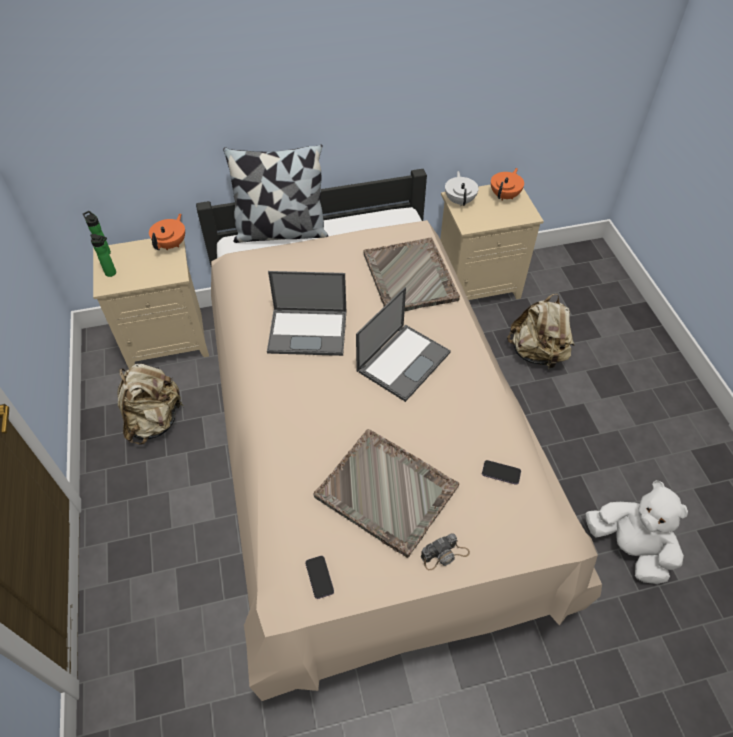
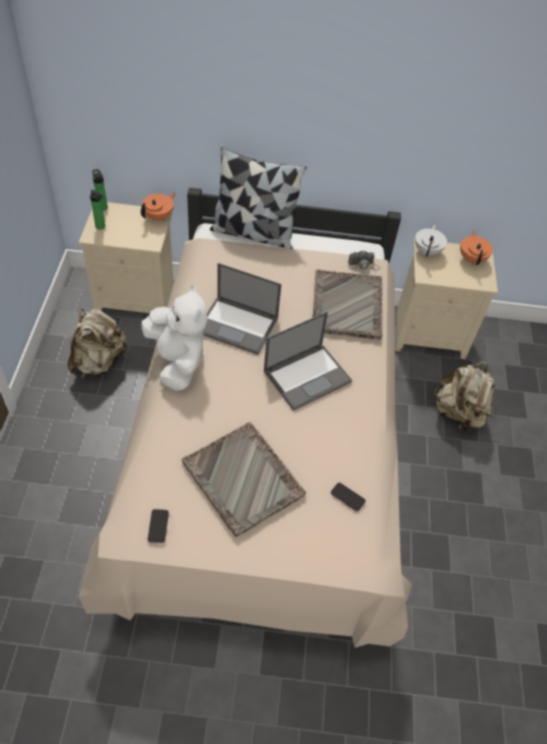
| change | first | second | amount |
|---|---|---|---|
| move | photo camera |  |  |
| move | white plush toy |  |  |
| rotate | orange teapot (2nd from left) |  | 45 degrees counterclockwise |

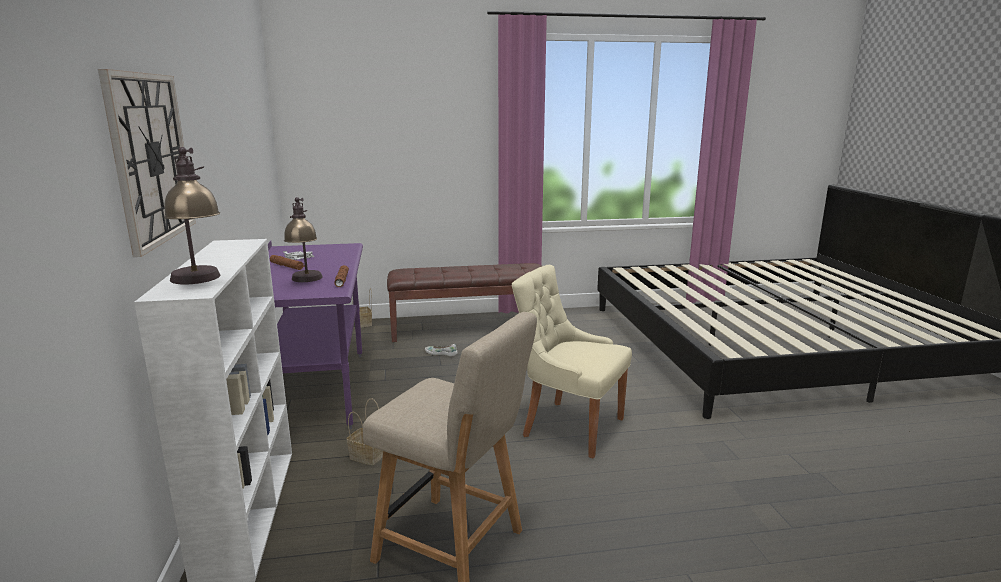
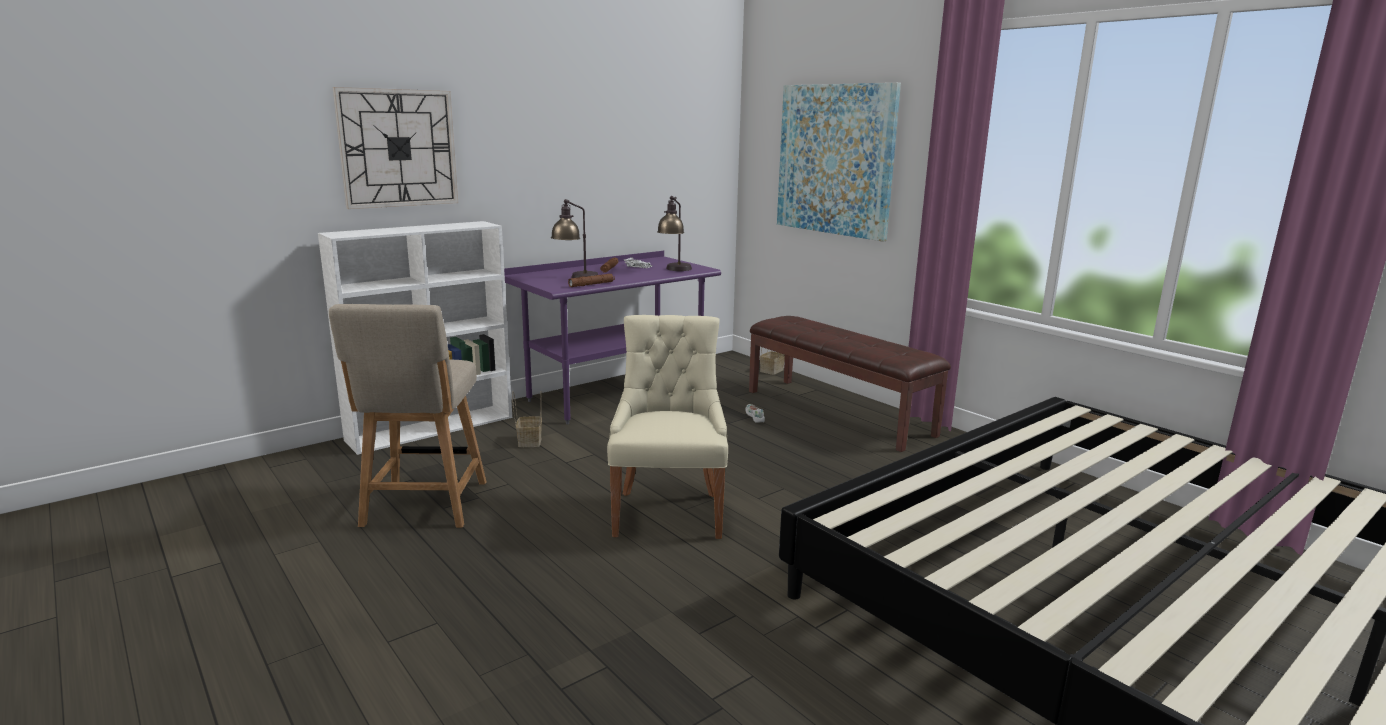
| change | first | second | amount |
|---|---|---|---|
| insert |  | picture |  |
| move | table lamp (1st from left in the first image) | table lamp (2nd from left) |  |

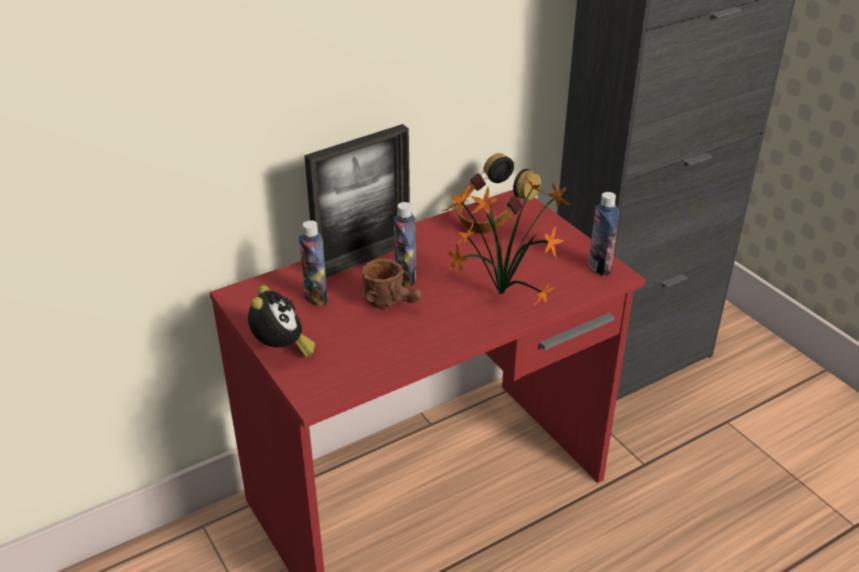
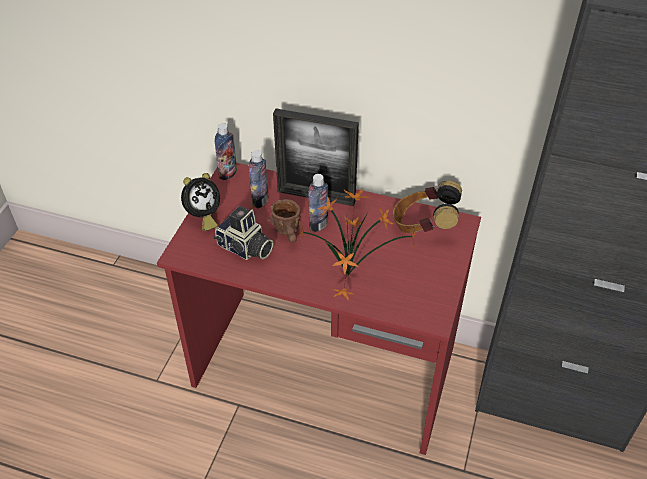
| change | first | second | amount |
|---|---|---|---|
| insert |  | photo camera |  |
| move | bottle (3rd from left in the first image) | bottle (1st from left) |  |

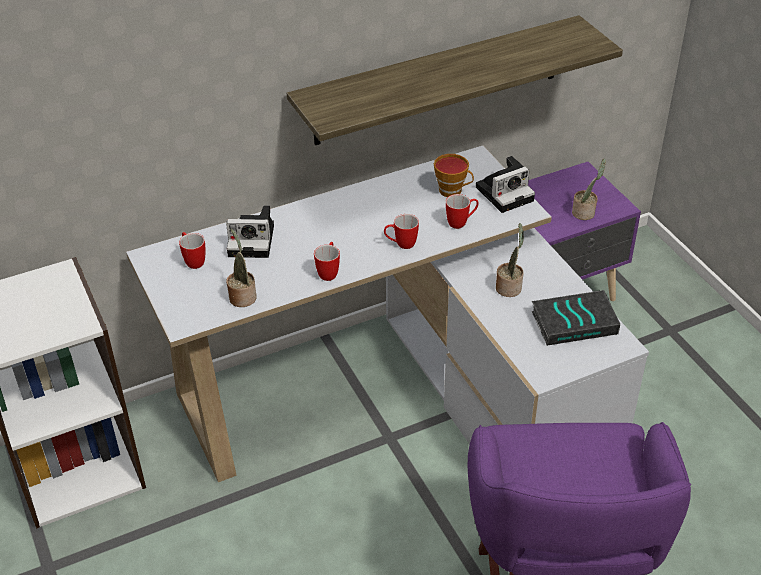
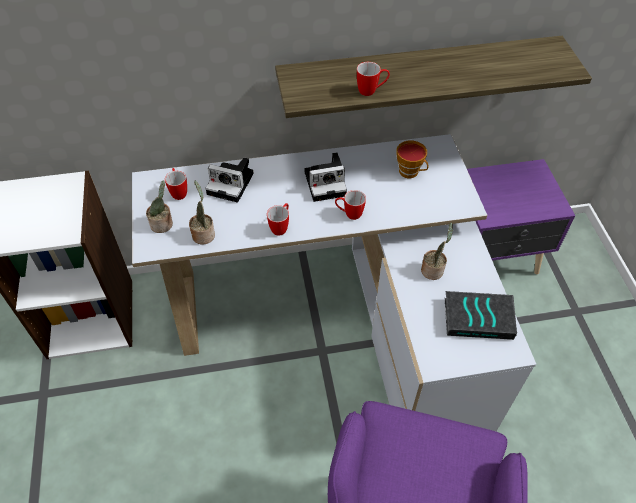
| change | first | second | amount |
|---|---|---|---|
| move | mug (4th from left) |  |  |
| move | photo camera (2nd from left) |  |  |
| move | potted plant (3rd from left in the first image) | potted plant (1st from left) |  |

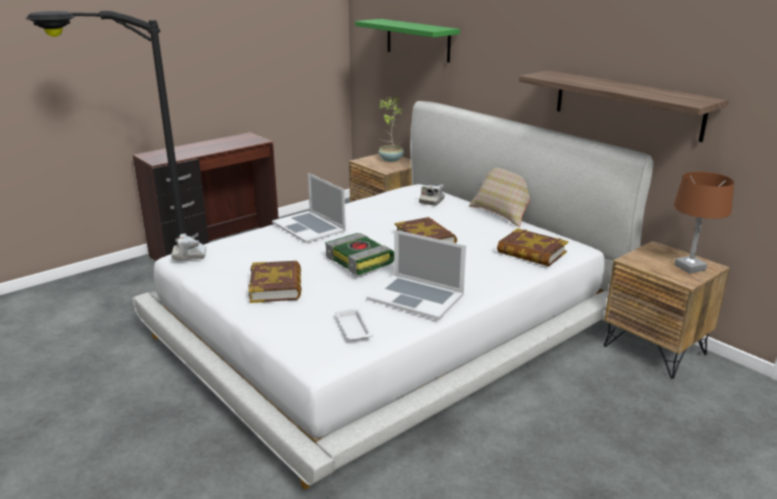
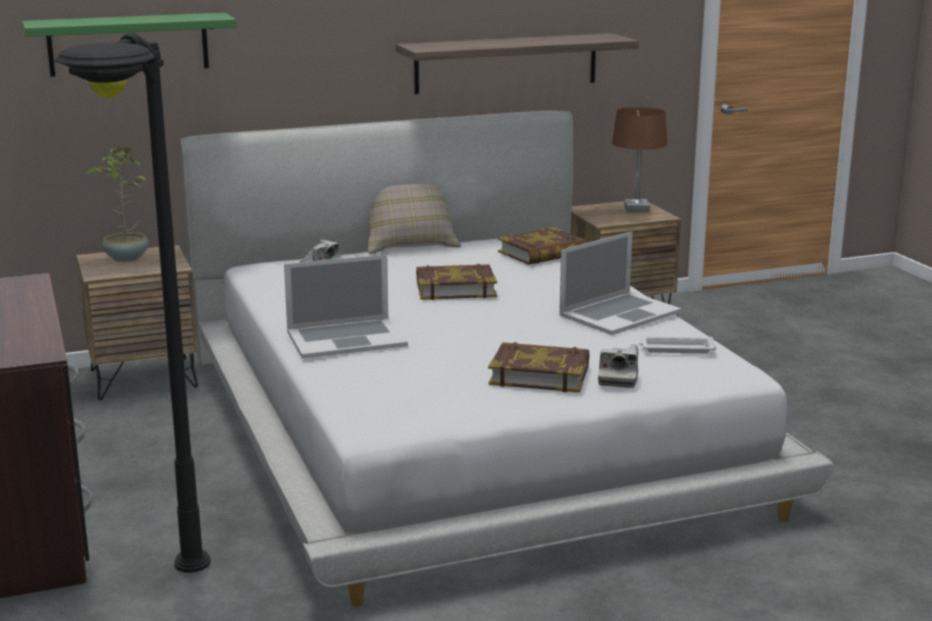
| change | first | second | amount |
|---|---|---|---|
| delete | book (2nd from left) |  |  |
| move | photo camera (1st from left in the first image) | photo camera (2nd from left) |  |

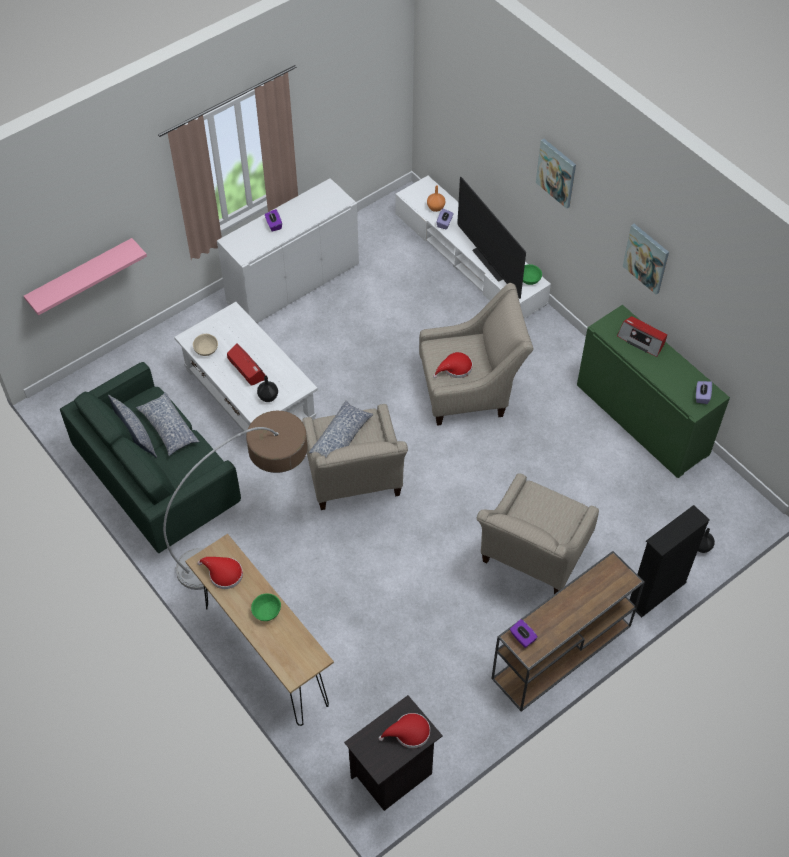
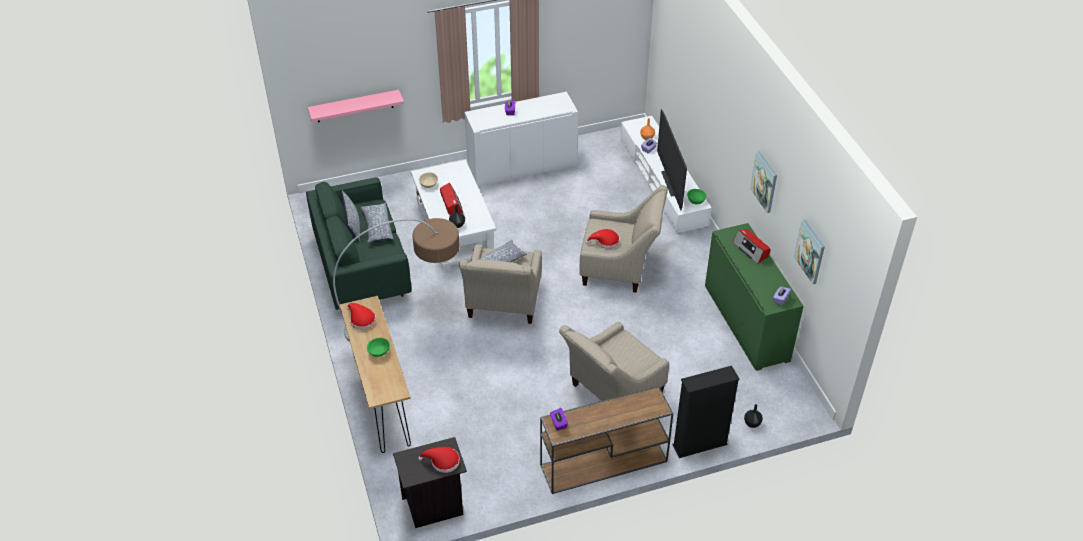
| change | first | second | amount |
|---|---|---|---|
| move | picture (1st from left in the first image) | picture (2nd from left) |  |

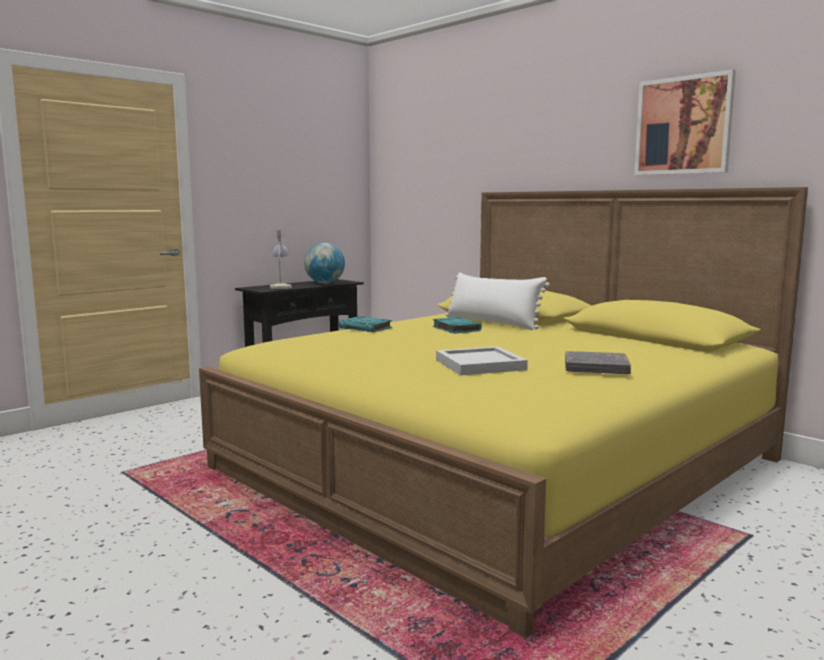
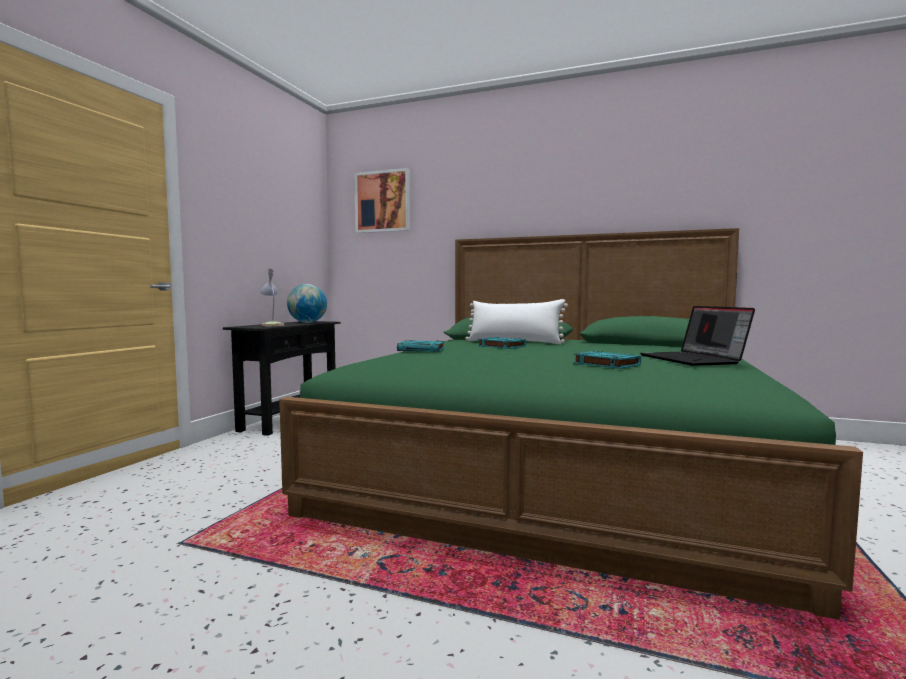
| change | first | second | amount |
|---|---|---|---|
| move | picture |  |  |
| replace | white tray | turquoise book (3rd from left) |  |
| replace | grey book | laptop |  |
| recolor | yellow bed | green bed |  |

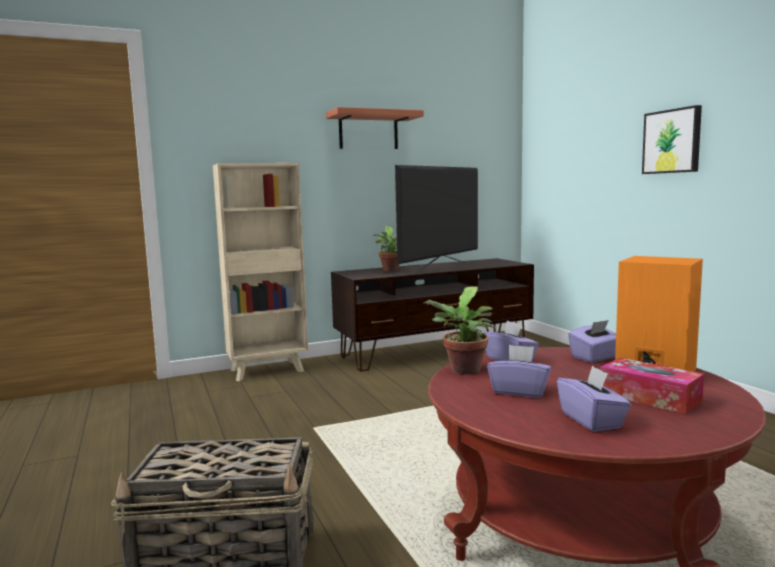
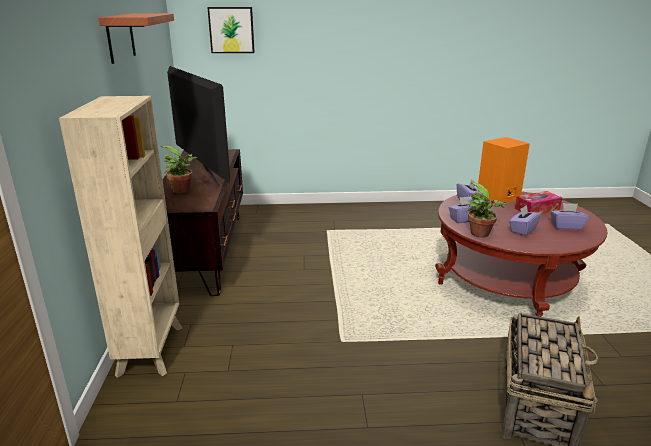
| change | first | second | amount |
|---|---|---|---|
| move | picture |  |  |

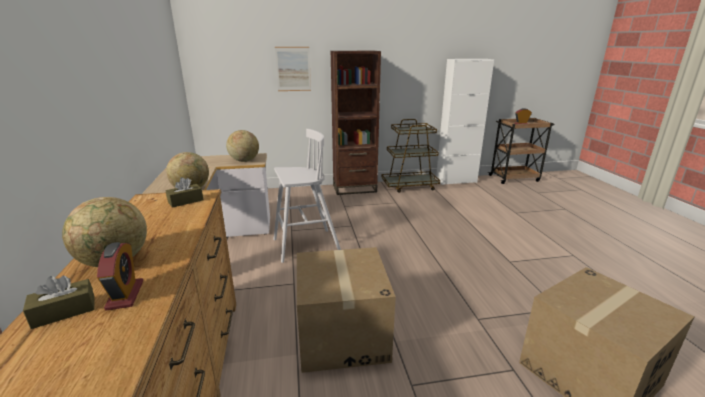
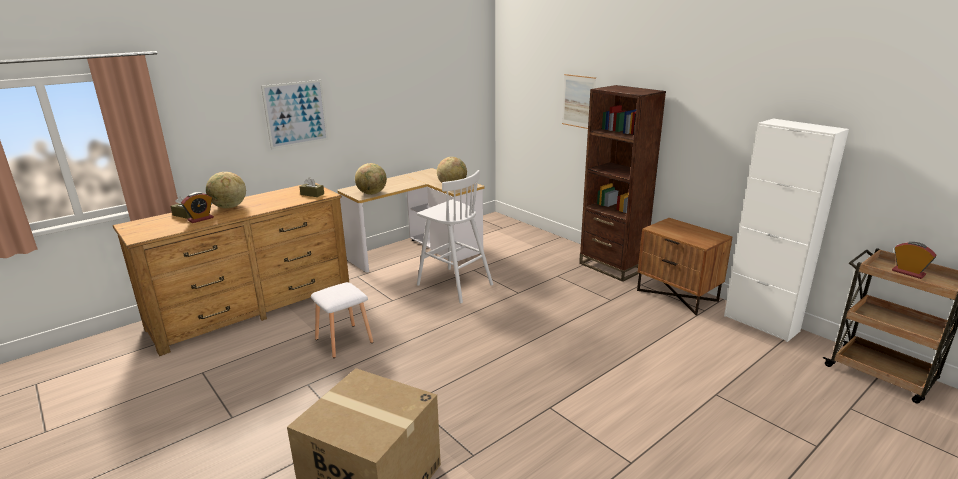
| change | first | second | amount |
|---|---|---|---|
| insert |  | picture (1st from left) |  |
| replace | cardboard box (1st from left) | white stool (1st from left) |  |
| replace | brown cart (1st from left) | brown nightstand |  |

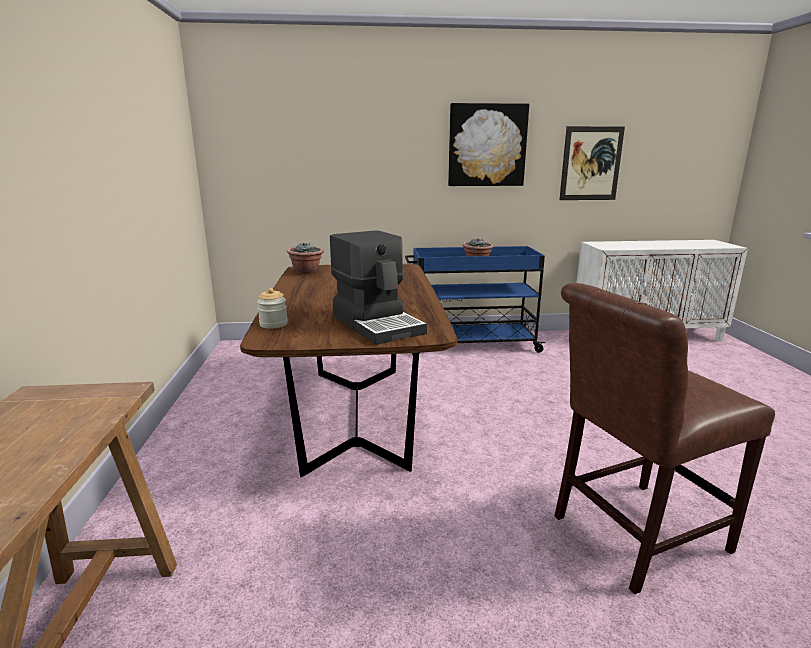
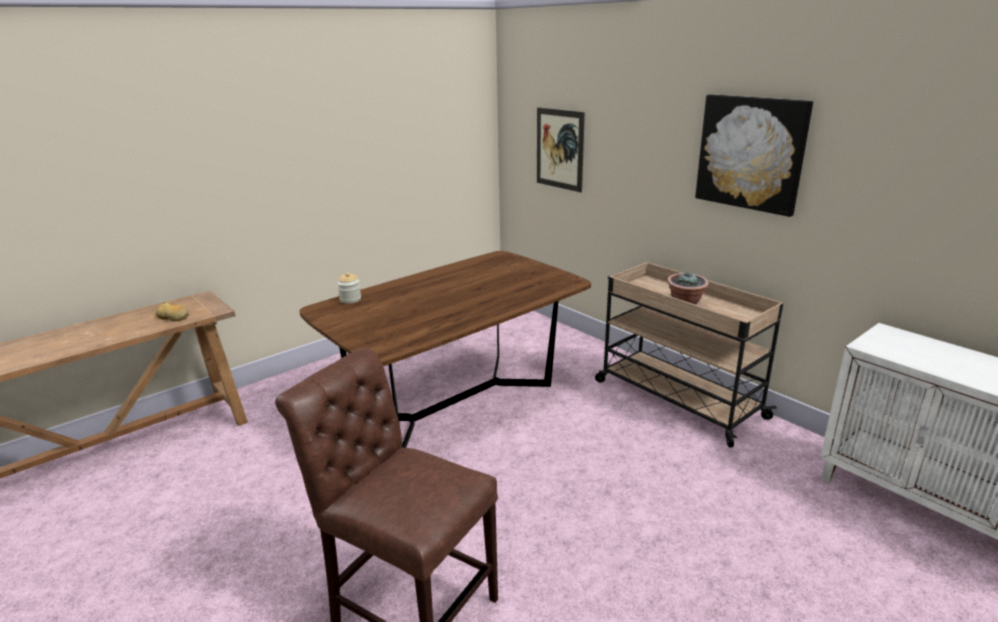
| change | first | second | amount |
|---|---|---|---|
| delete | potted plant (1st from left) |  |  |
| delete | coffee machine |  |  |
| insert |  | bread |  |
| move | picture (2nd from left in the first image) | picture (1st from left) |  |
| recolor | blue cart | beige cart |  |

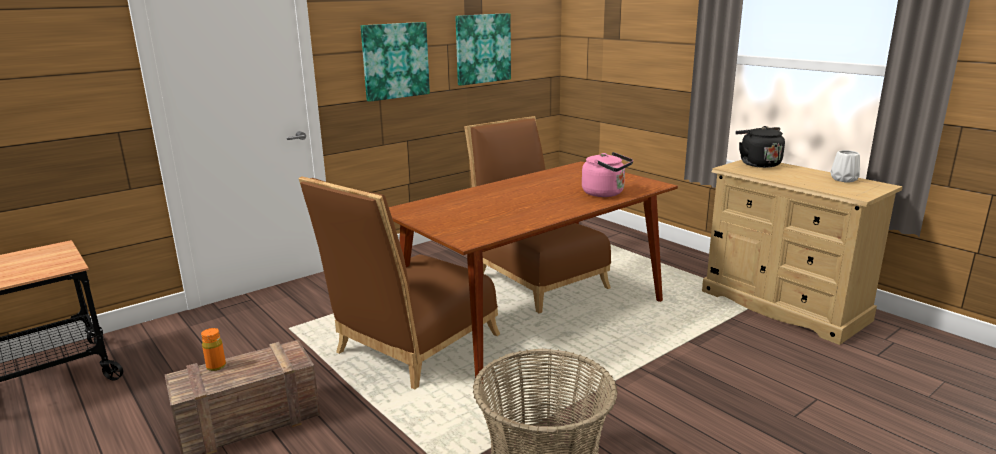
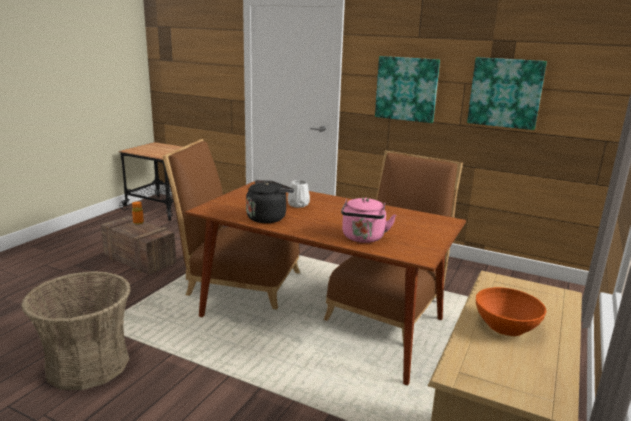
| change | first | second | amount |
|---|---|---|---|
| insert |  | orange bowl |  |
| move | black kettle |  |  |
| move | white vase |  |  |

